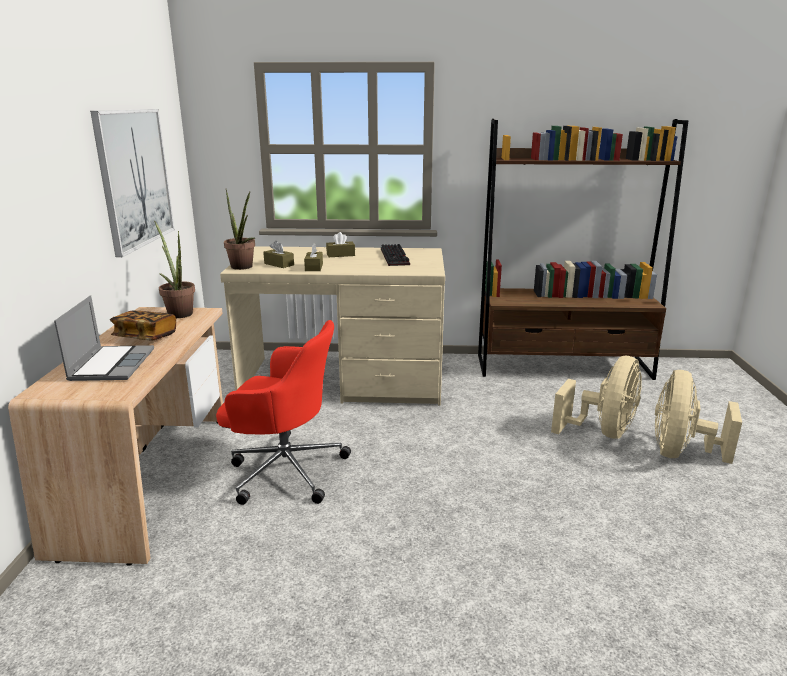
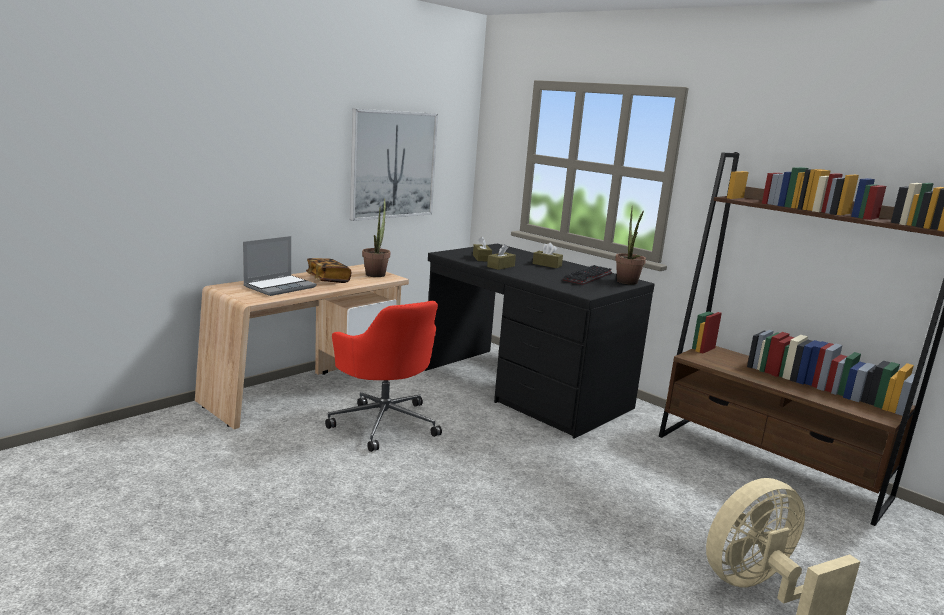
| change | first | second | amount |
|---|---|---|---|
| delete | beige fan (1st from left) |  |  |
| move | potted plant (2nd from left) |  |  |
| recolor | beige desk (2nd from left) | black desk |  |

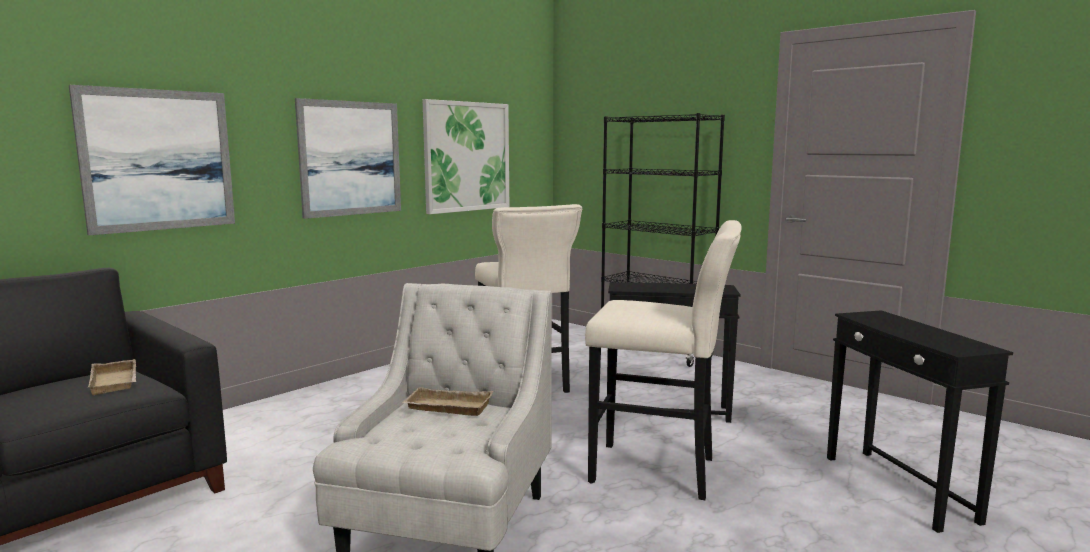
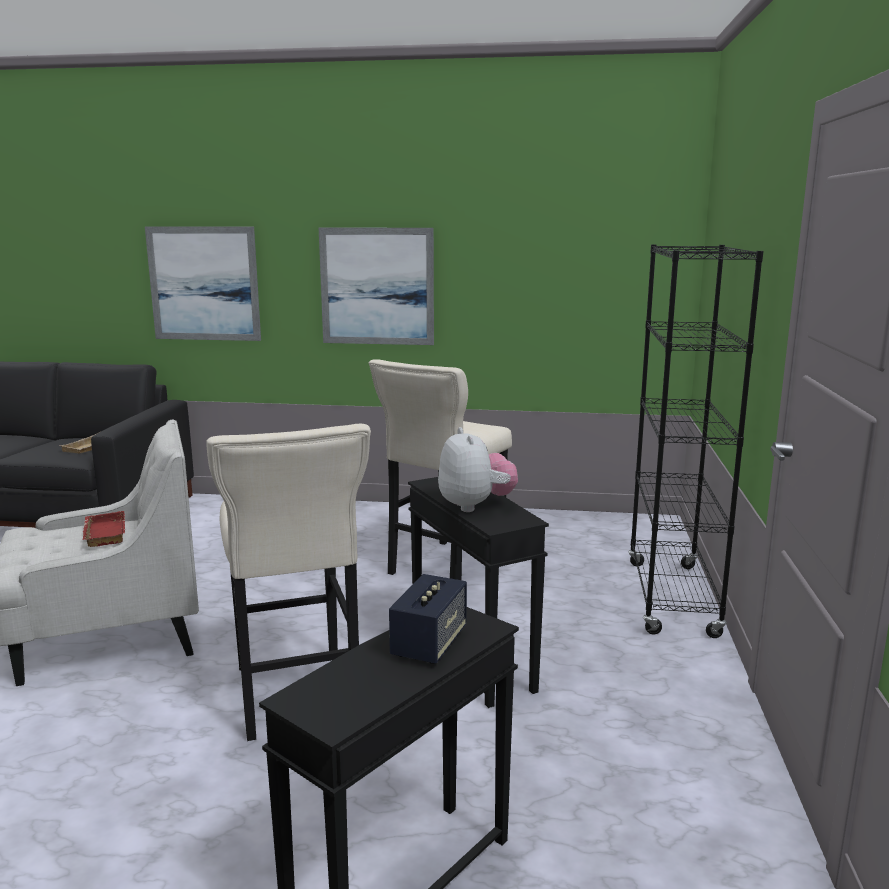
| change | first | second | amount |
|---|---|---|---|
| delete | picture (3rd from left) |  |  |
| insert |  | speaker |  |
| insert |  | plush toy |  |
| recolor | beige tray (2nd from left) | red tray |  |

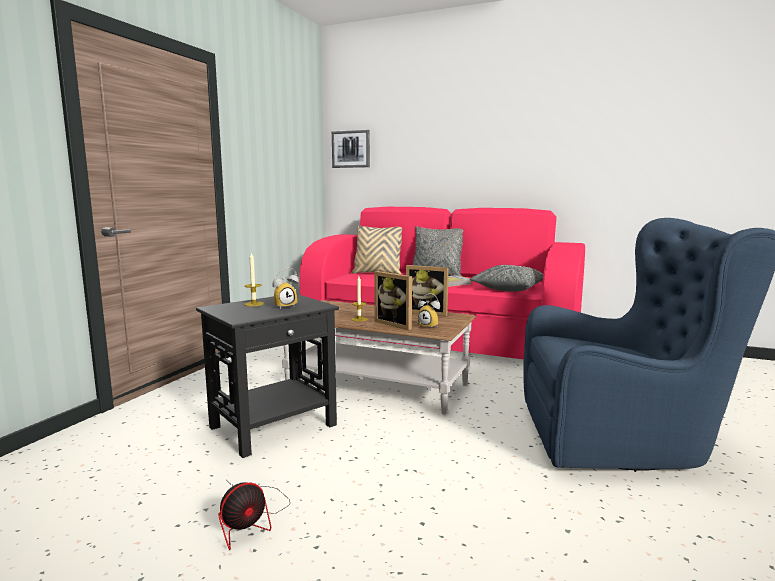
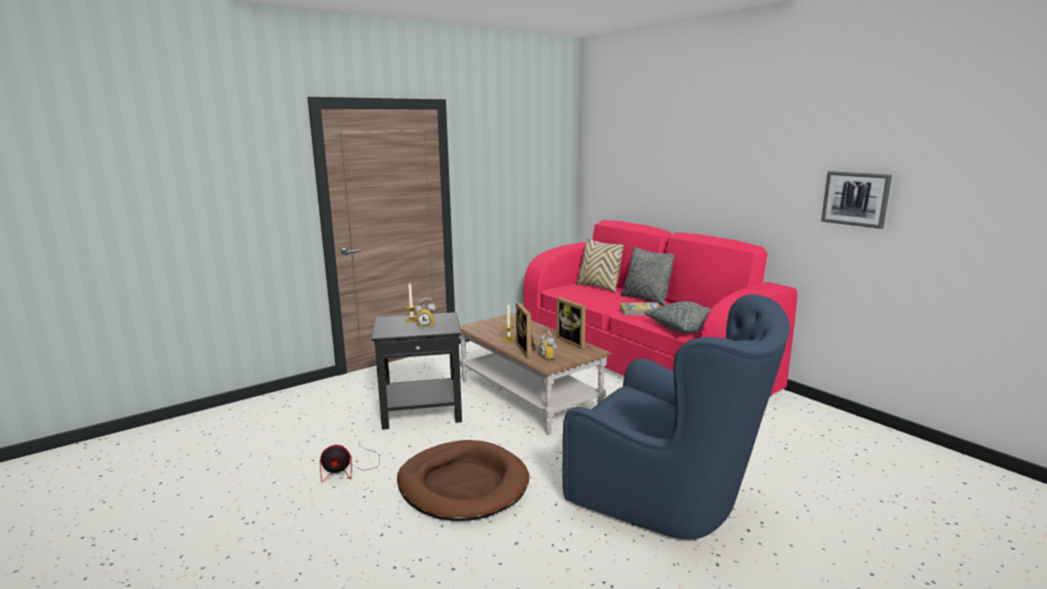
| change | first | second | amount |
|---|---|---|---|
| insert |  | brown dog bed |  |
| move | picture |  |  |

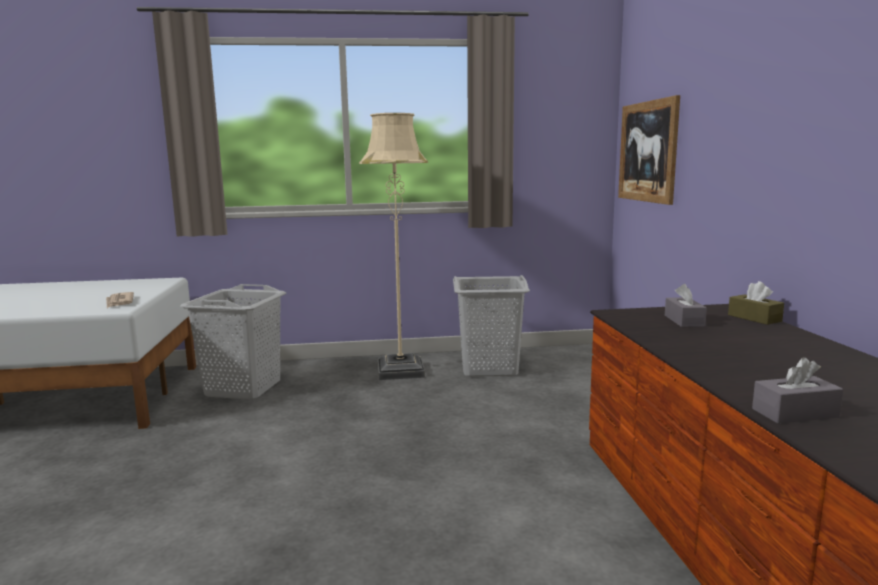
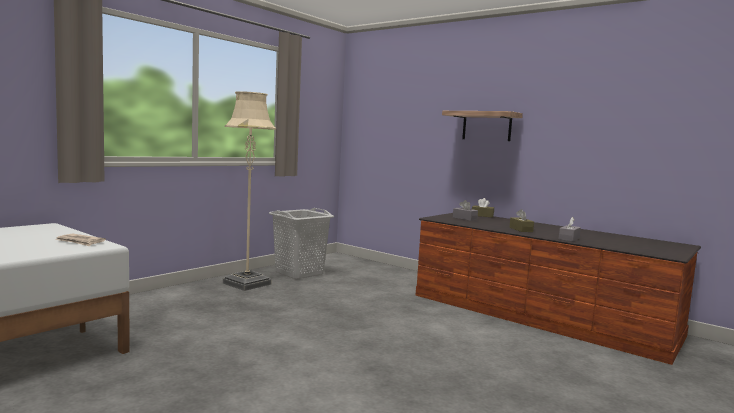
| change | first | second | amount |
|---|---|---|---|
| delete | grey laundry basket (1st from left) |  |  |
| delete | picture |  |  |
| insert |  | shelf |  |
| insert |  | brown tissue box (2nd from left) |  |

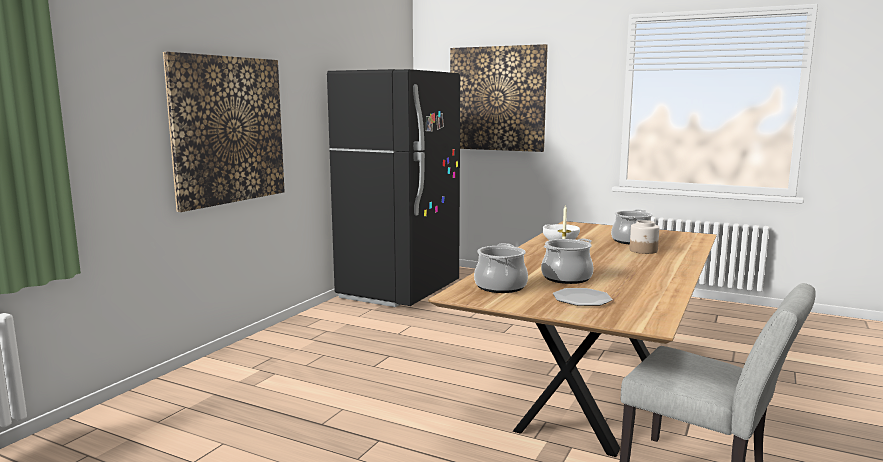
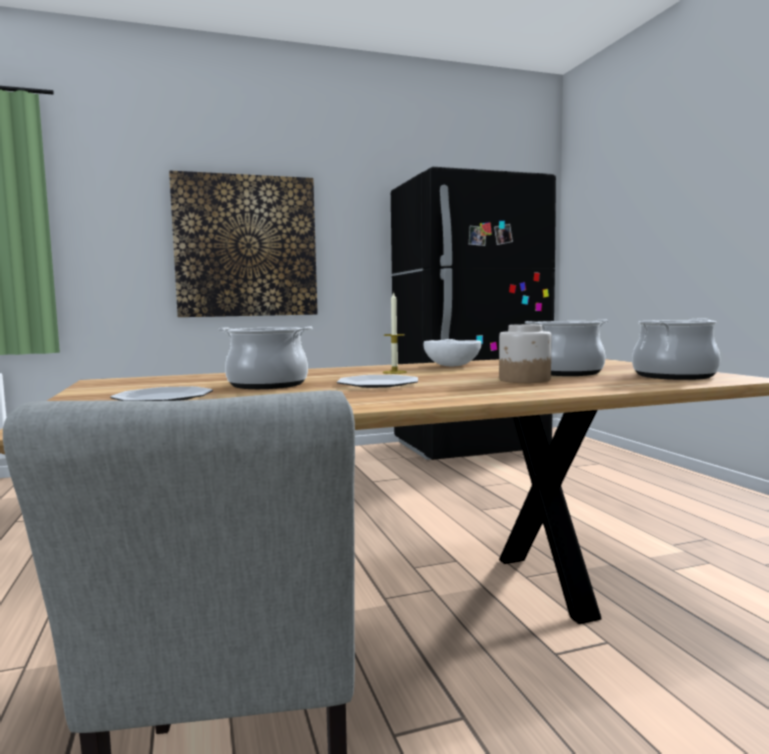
| change | first | second | amount |
|---|---|---|---|
| delete | picture (2nd from left) |  |  |
| insert |  | plate (2nd from left) |  |
| move | cooking pot (1st from left in the first image) | cooking pot (3rd from left) |  |

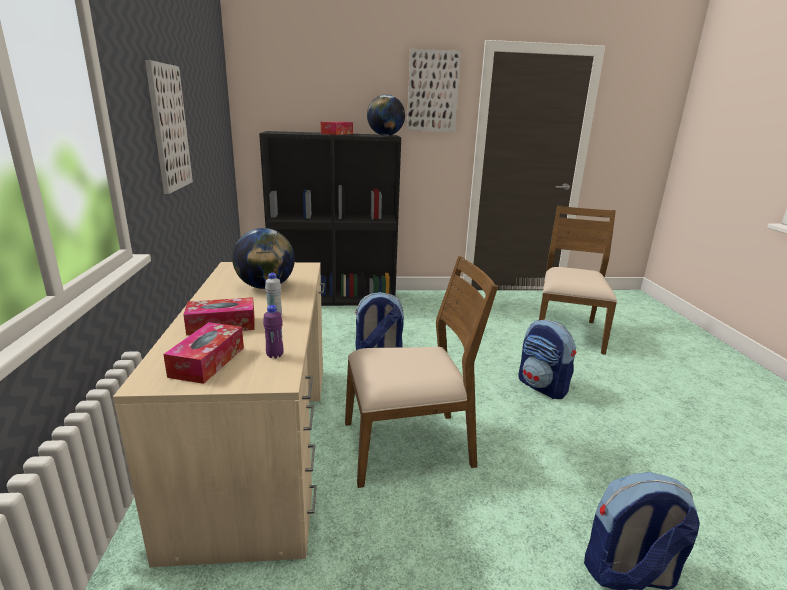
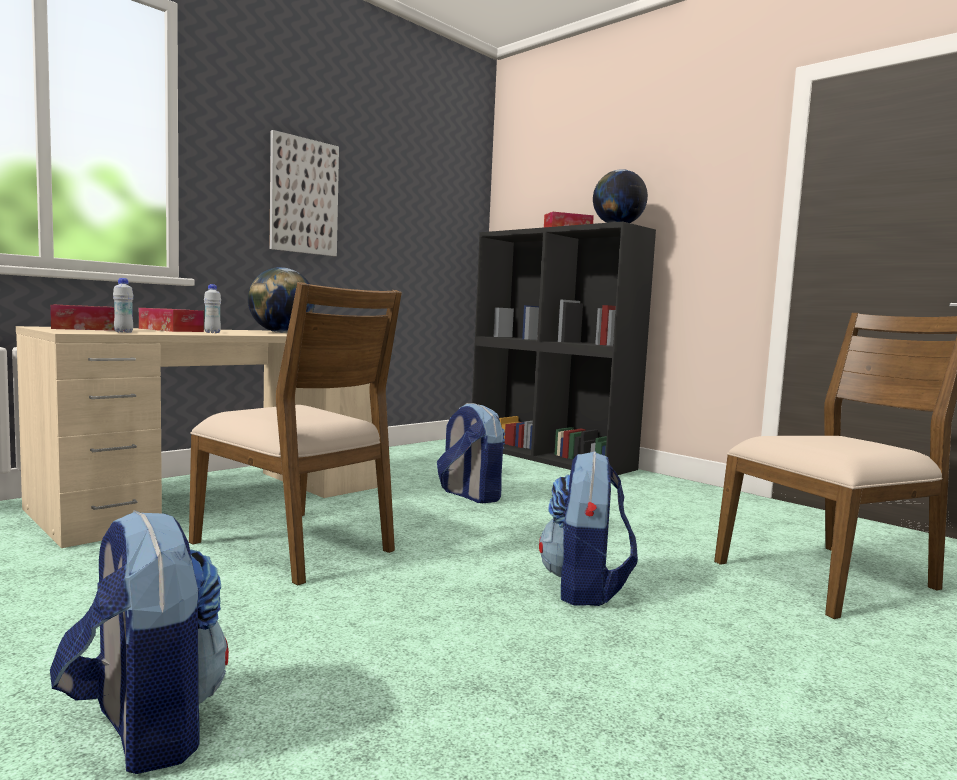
| change | first | second | amount |
|---|---|---|---|
| delete | picture (2nd from left) |  |  |
| recolor | purple bottle | white bottle (1st from left) |  |

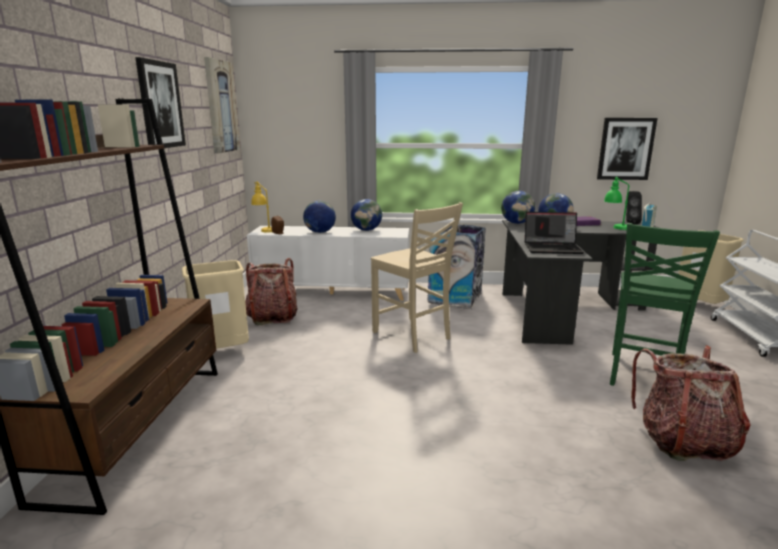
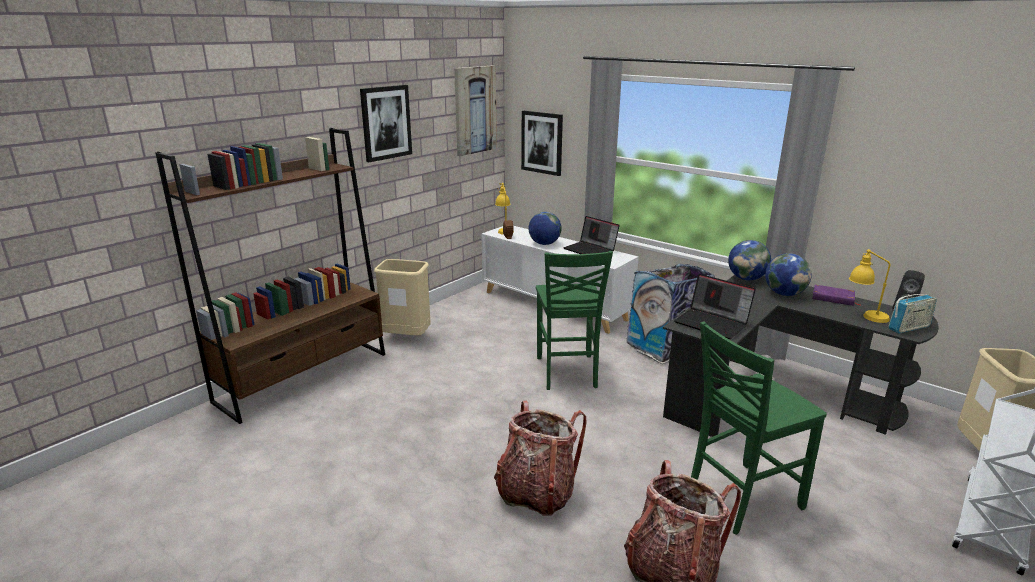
| change | first | second | amount |
|---|---|---|---|
| move | backpack (1st from left) |  |  |
| move | picture (3rd from left) |  |  |
| replace | globe (2nd from left) | laptop (1st from left) |  |
| recolor | beige chair | green chair (1st from left) |  |
| recolor | green table lamp | yellow table lamp (2nd from left) |  |

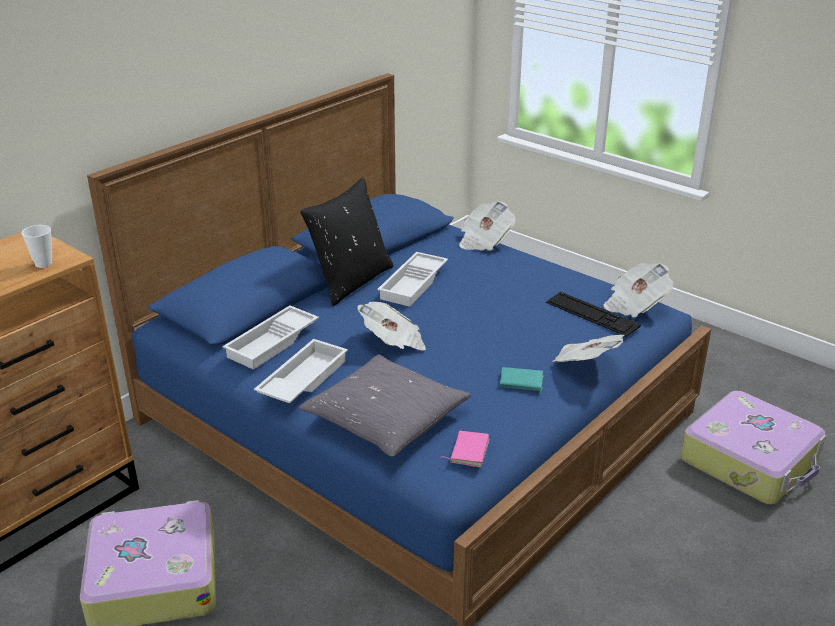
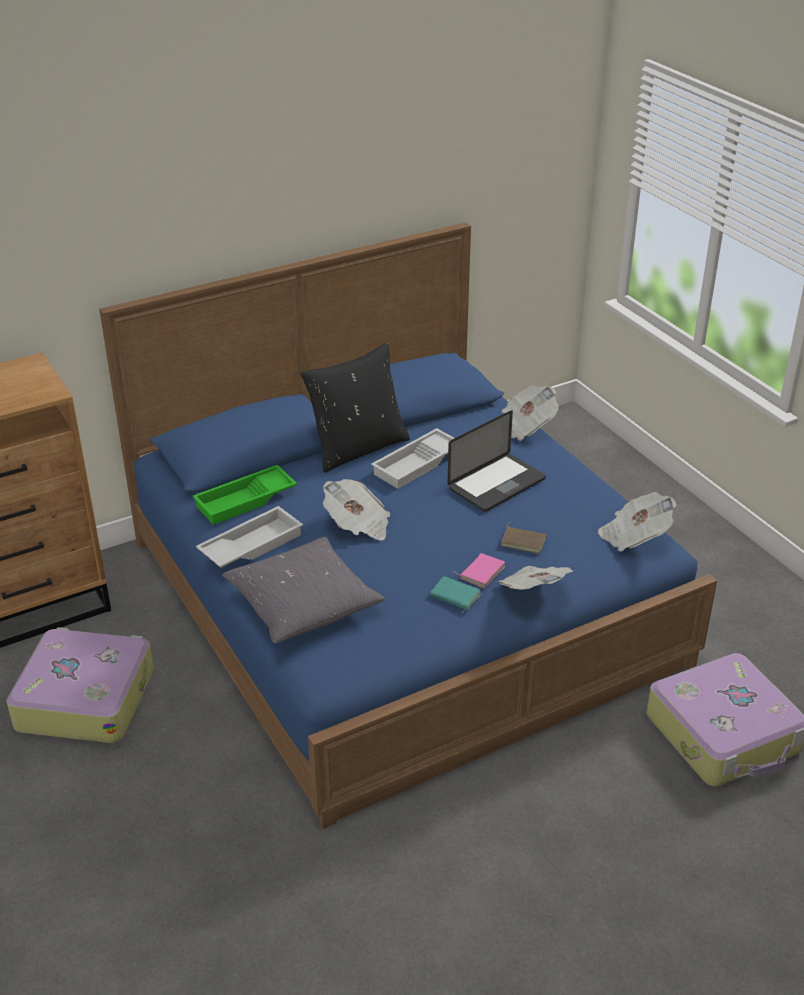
| change | first | second | amount |
|---|---|---|---|
| delete | cup |  |  |
| delete | keyboard |  |  |
| insert |  | laptop |  |
| insert |  | brown book |  |
| move | pink book |  |  |
| recolor | white tray (1st from left) | green tray |  |

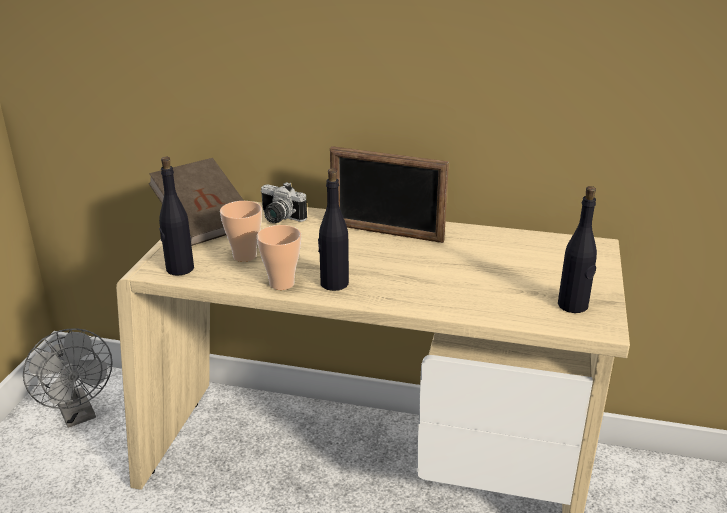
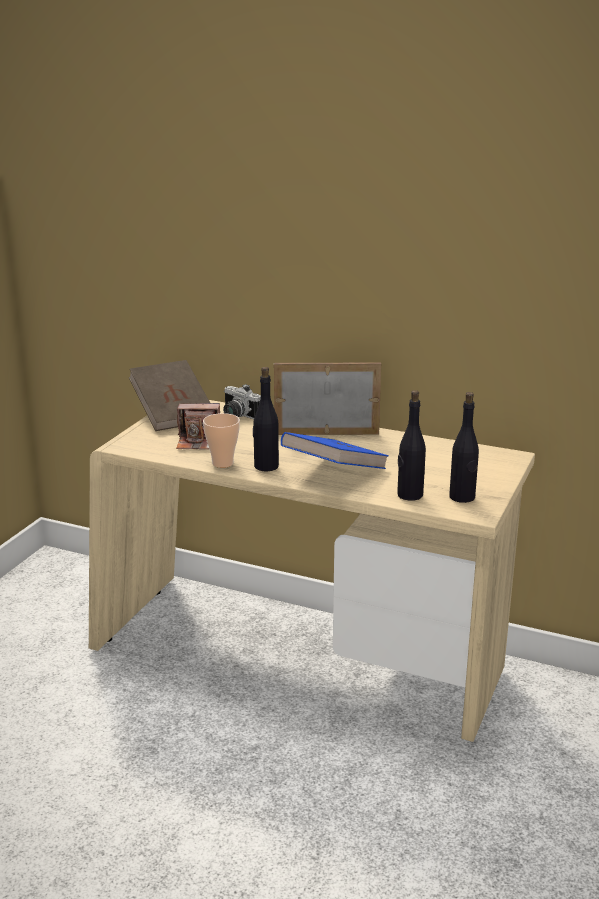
| change | first | second | amount |
|---|---|---|---|
| delete | grey fan |  |  |
| insert |  | blue book |  |
| move | black bottle (1st from left in the first image) | black bottle (2nd from left) |  |
| replace | cup (1st from left) | photo camera (1st from left) |  |
| rotate | picture frame |  | 150 degrees clockwise |

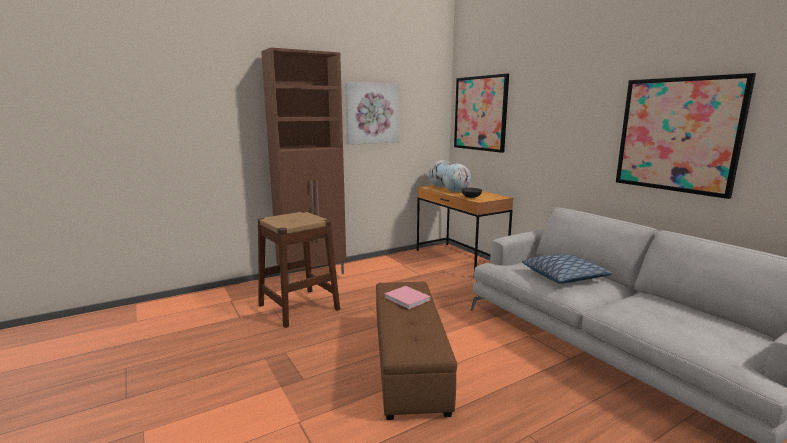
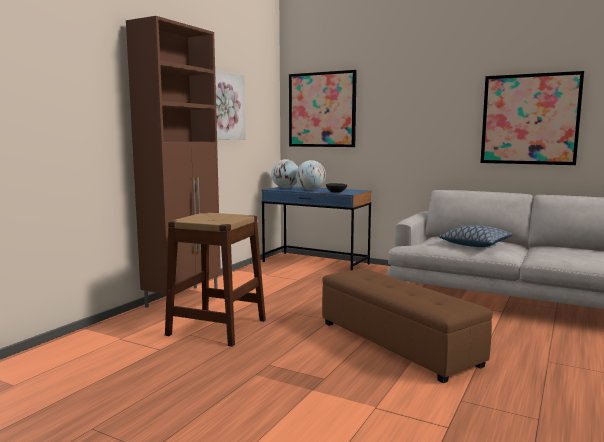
| change | first | second | amount |
|---|---|---|---|
| delete | pink book |  |  |
| recolor | brown desk | blue desk |  |

